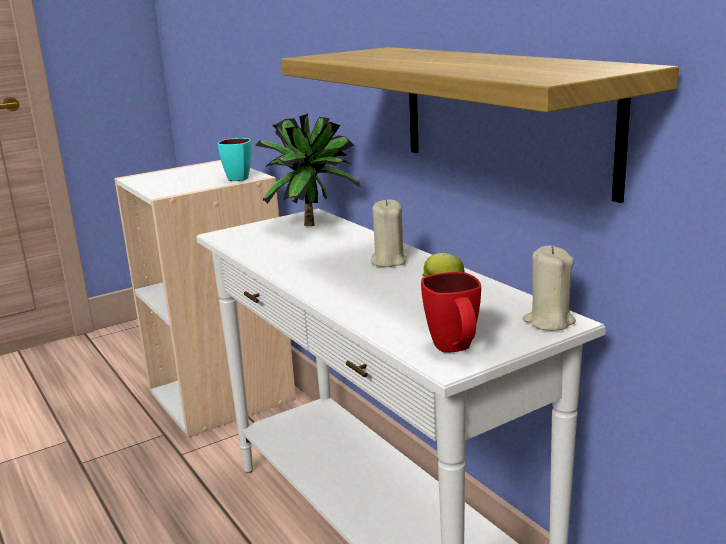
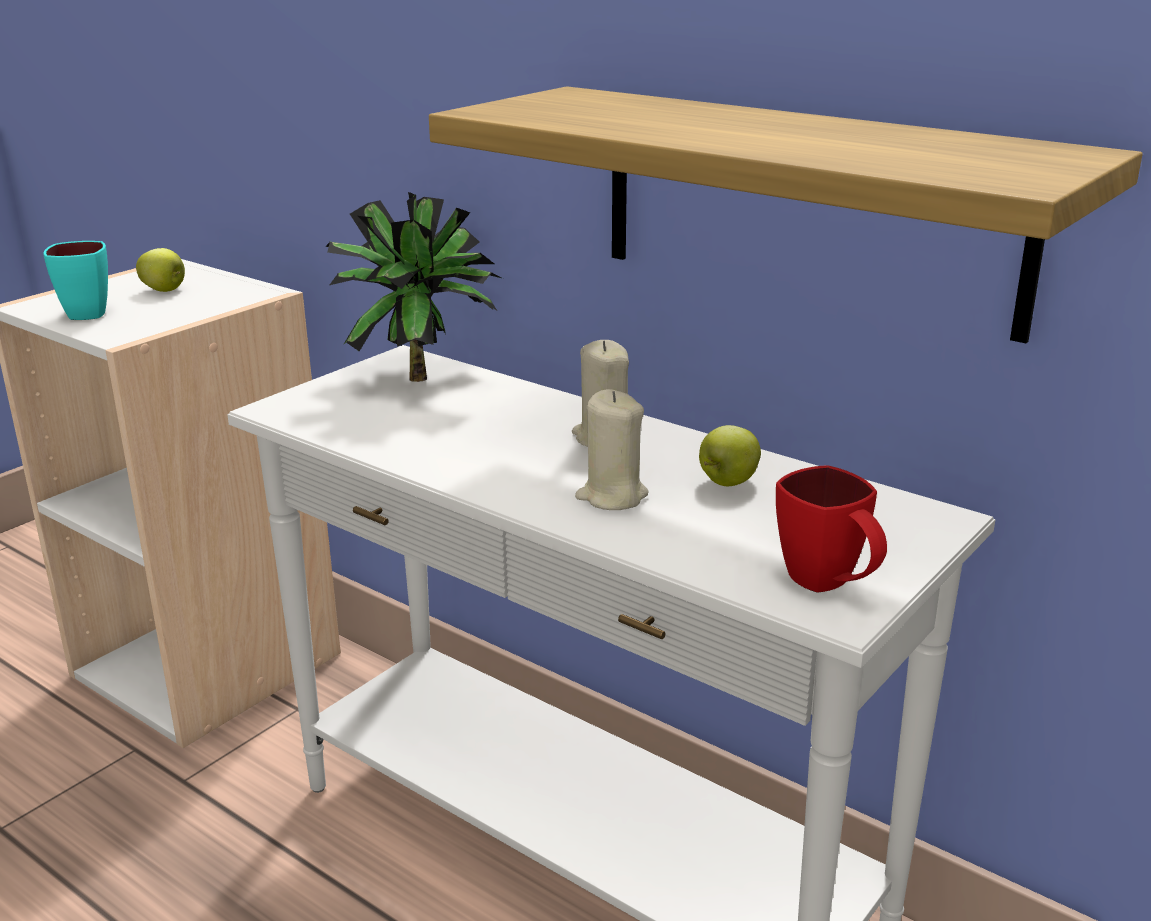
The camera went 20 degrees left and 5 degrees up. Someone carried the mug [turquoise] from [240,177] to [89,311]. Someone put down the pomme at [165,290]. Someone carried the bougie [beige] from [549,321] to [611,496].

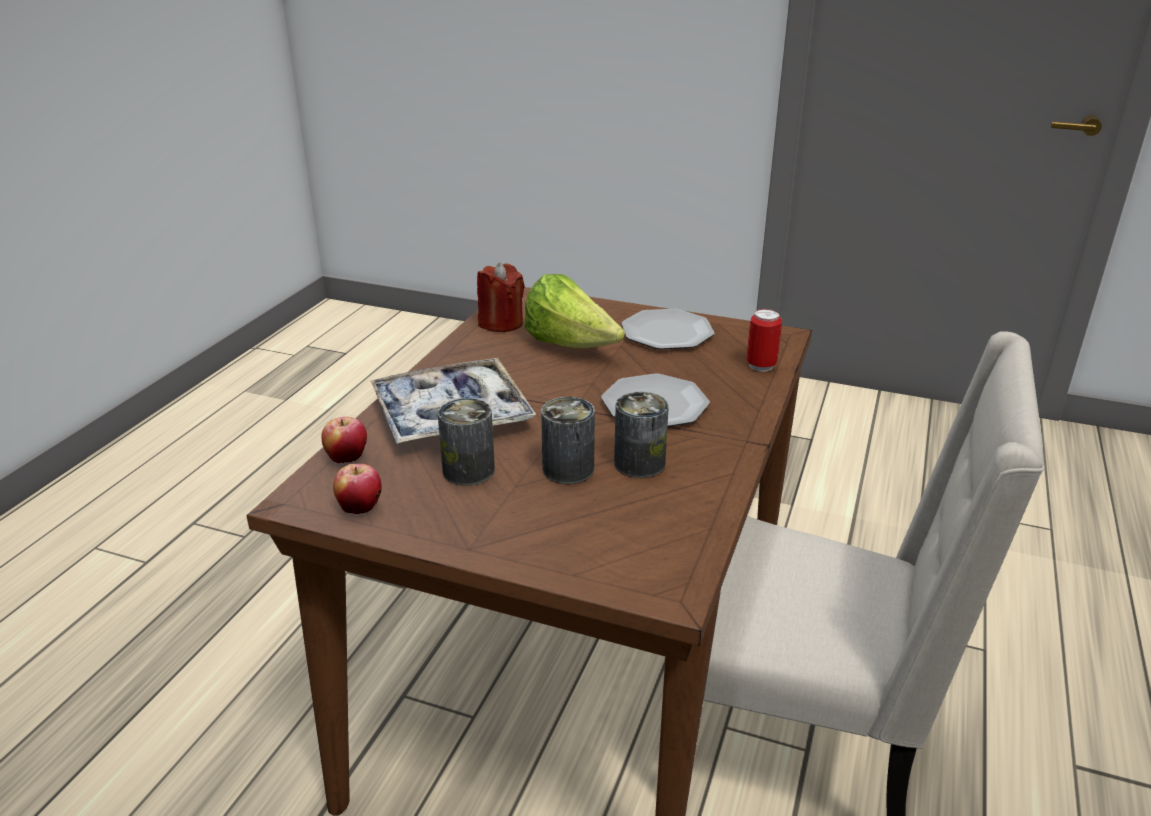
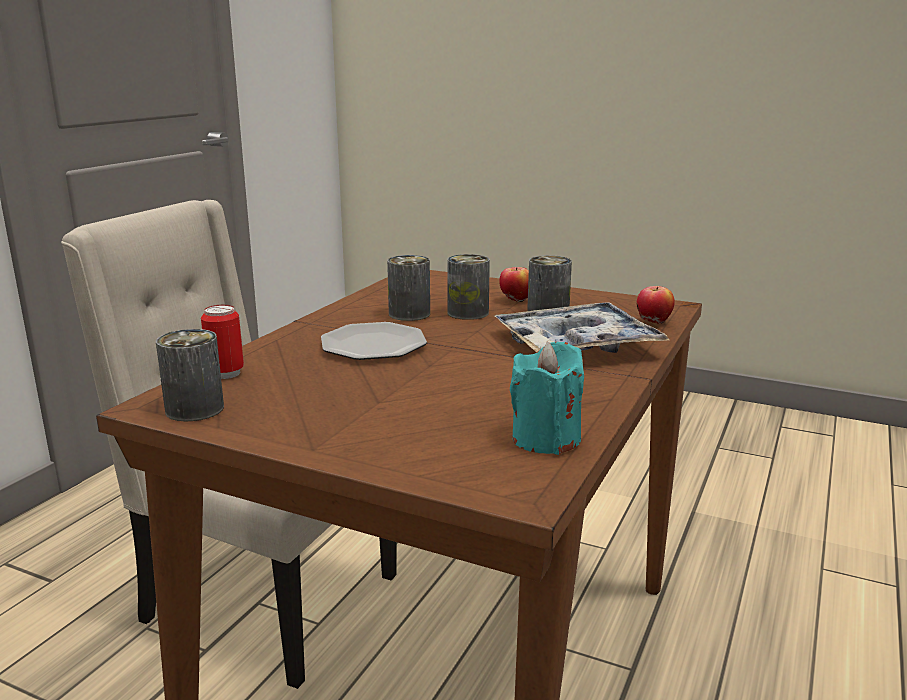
The camera went 175 degrees left and 10 degrees down. Someone put down the boîte métallique at [194,409]. Someone carried the pomme from [360,508] to [515,301]. Someone repainted the bougie [rouge] at [501,323], which became the bougie [turquoise] at [546,439]. Someone took away the laitue at [570,345]. Someone took away the assiette at [666,333].

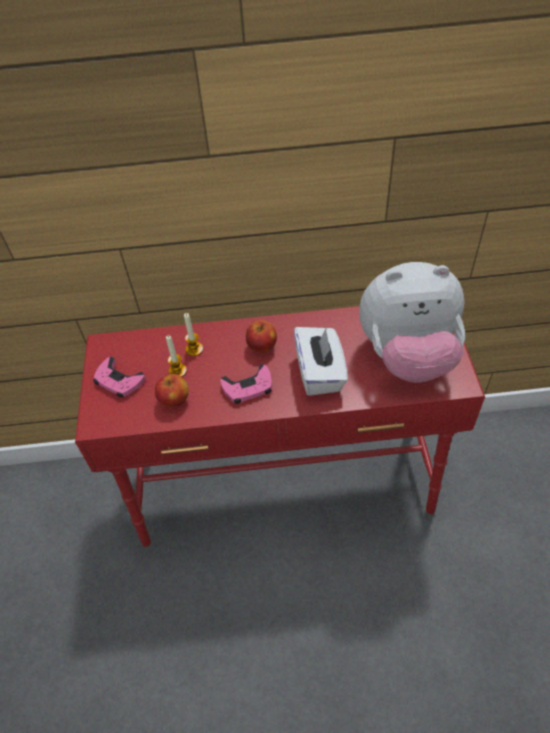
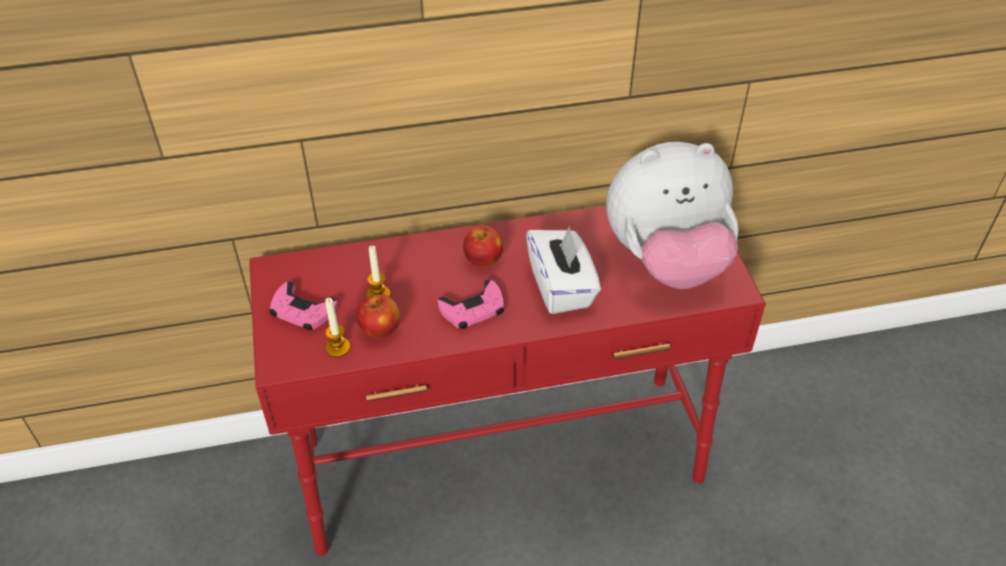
The camera went 10 degrees left and 5 degrees down. Someone carried the bougie from [194,349] to [338,347].

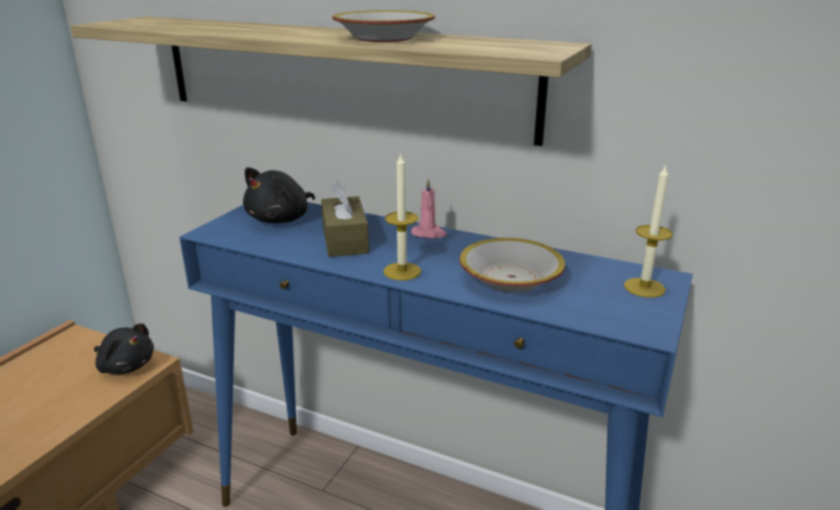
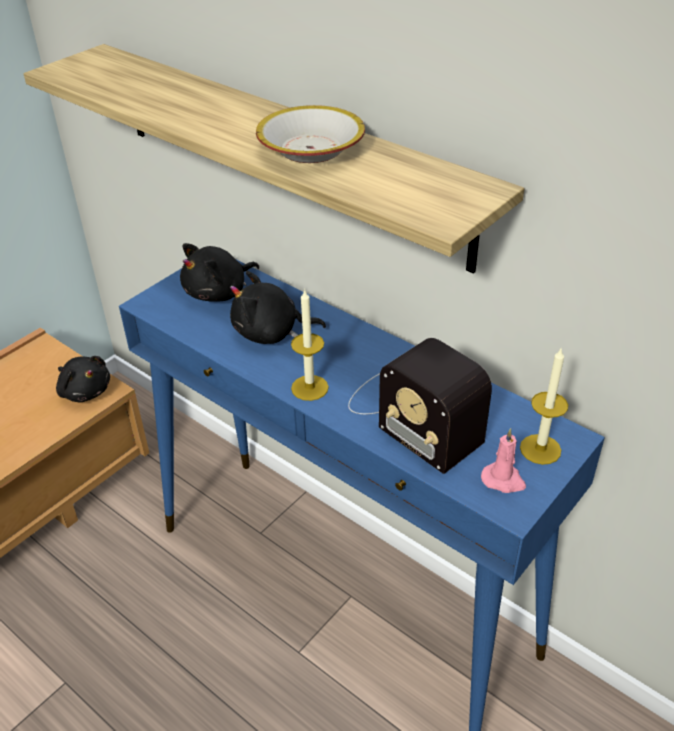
The camera went 15 degrees right and 15 degrees up. Someone swapped the boîte à mouchoirs [marron] at [345,240] for the peluche [noir] at [271,333]. Someone swapped the bol at [511,278] for the radio at [411,414]. Someone carried the bougie [rose] from [429,233] to [503,480].

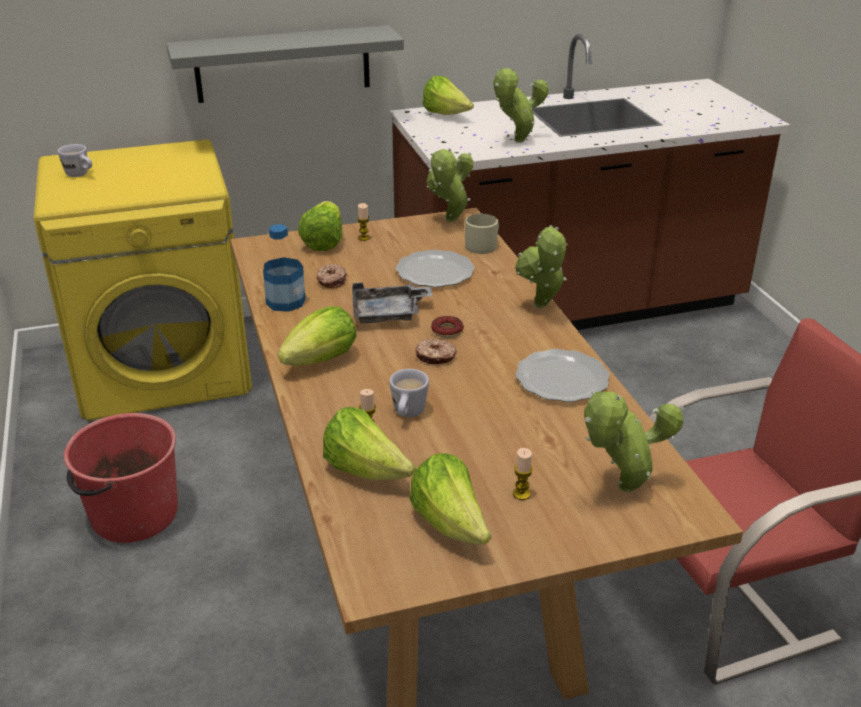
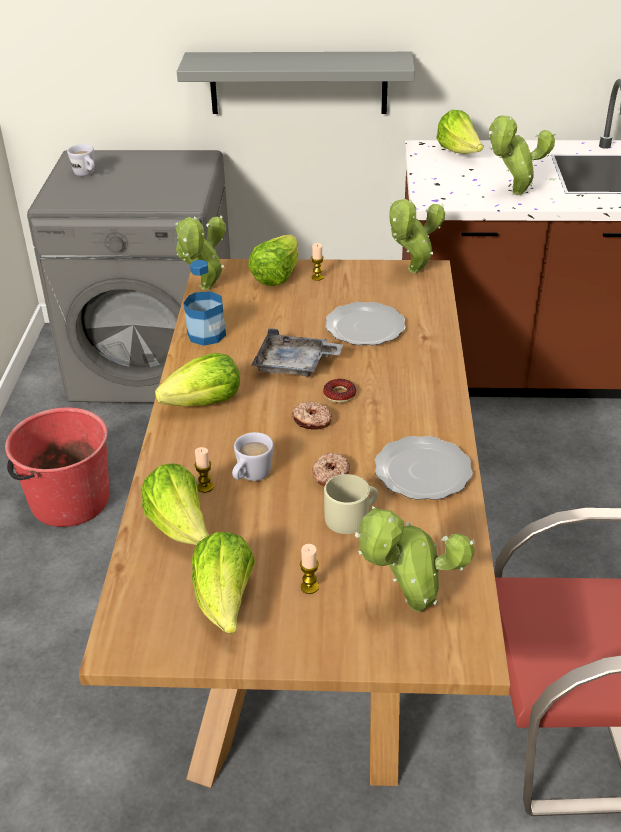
The camera went 20 degrees right and 5 degrees up. Someone repainted the lave-linge [jaune] at [165,369], which became the lave-linge [gris] at [154,365]. Someone carried the plante en pot from [541,307] to [204,289]. Someone carried the beignet from [331,281] to [330,475]. Someone carried the mug [beige] from [483,245] to [352,516].

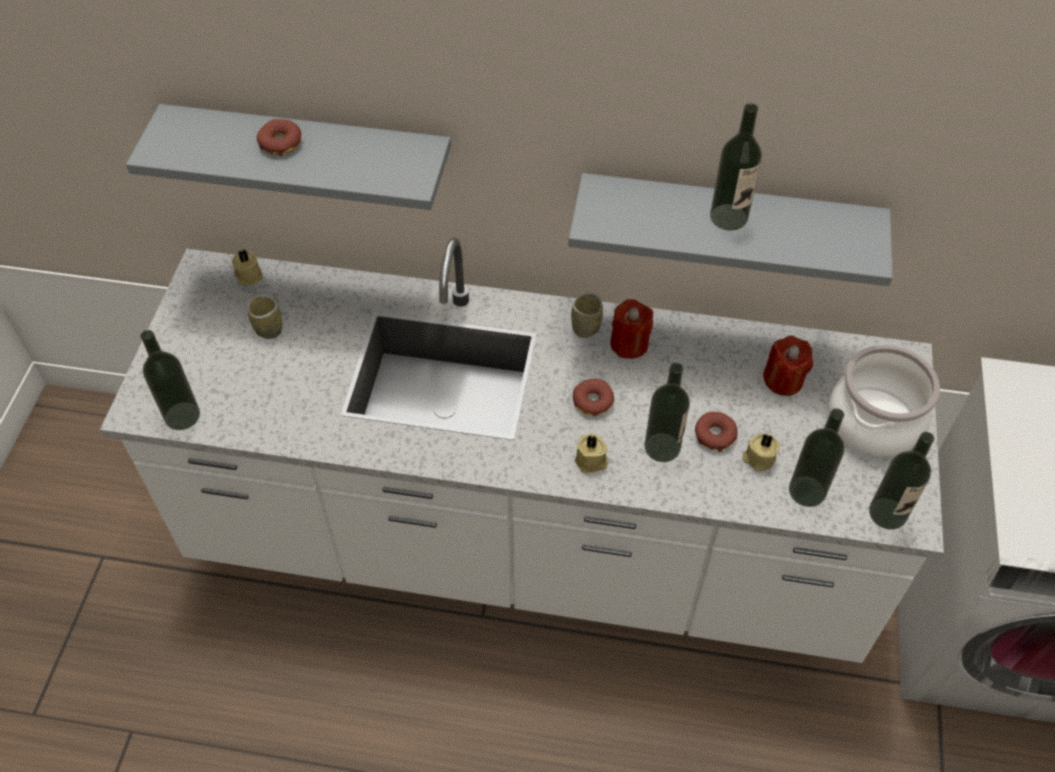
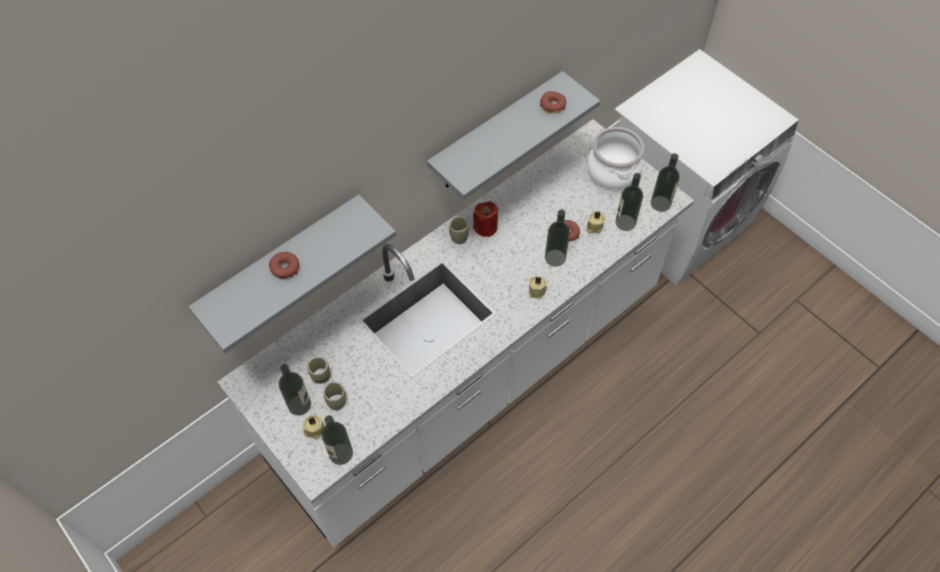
The camera went 50 degrees left and 5 degrees up. Someone carried the bouteille from [728,217] to [299,405]. Someone carried the bougie [beige] from [248,275] to [314,430]. Someone put down the tasse at [337,401]. Someone carried the beignet from [593,401] to [552,105]. Someone took away the bougie [rouge] at [783,380].

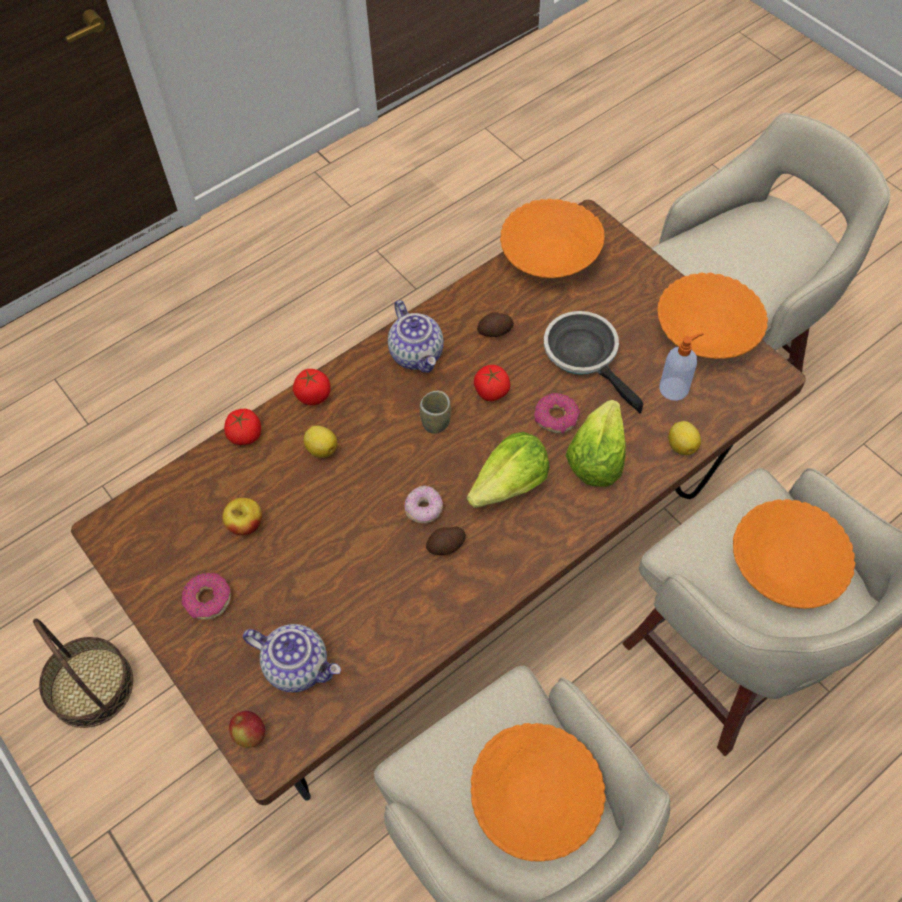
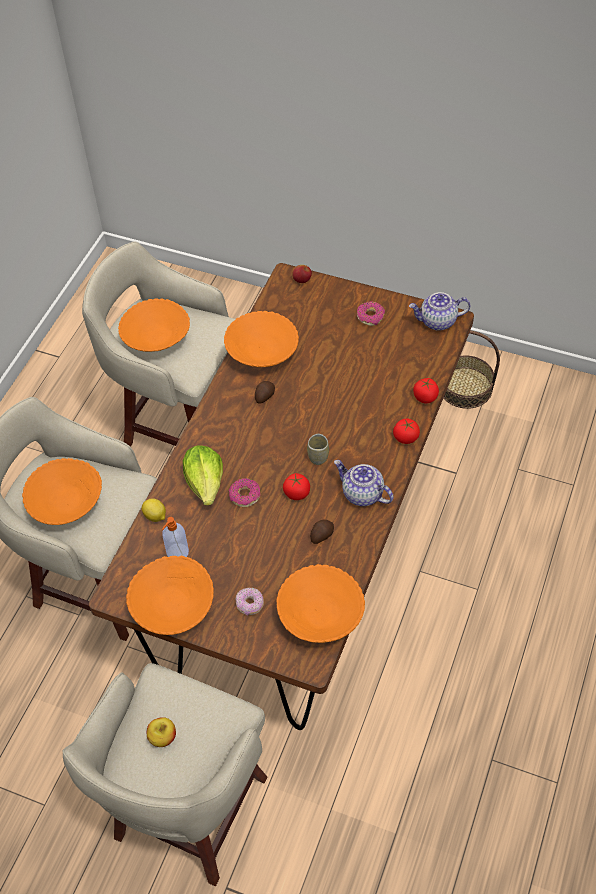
The camera went 150 degrees right and 5 degrees down. Someone carried the pomme from [245,524] to [162,737]. Someone put down the bol [orange] at [262,352]. Someone carried the beignet from [424,509] to [250,604]. Someone carried the théière from [298,666] to [437,321]. Someone took away the citron at [321,448]. Someone took away the laitue at [510,485]. Someone took away the poêle at [585,355].

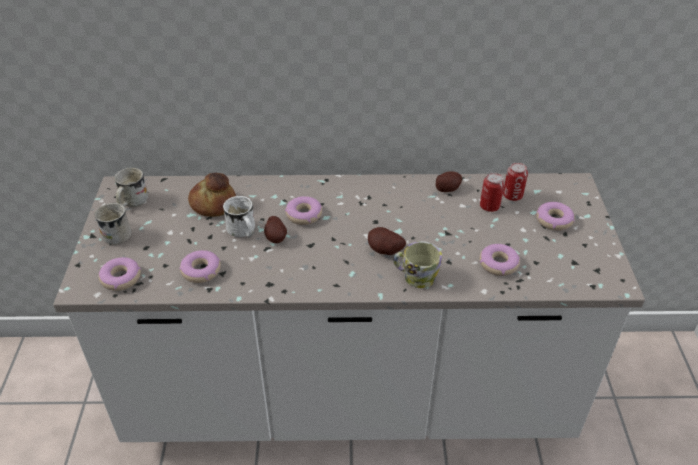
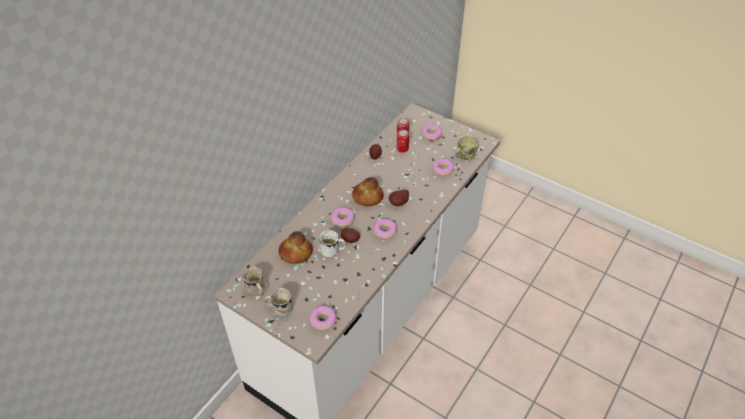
The camera went 55 degrees left and 5 degrees up. Someone put down the pain at [367,197]. Someone carried the beignet from [201,271] to [385,231]. Someone carried the mug from [415,276] to [464,156].

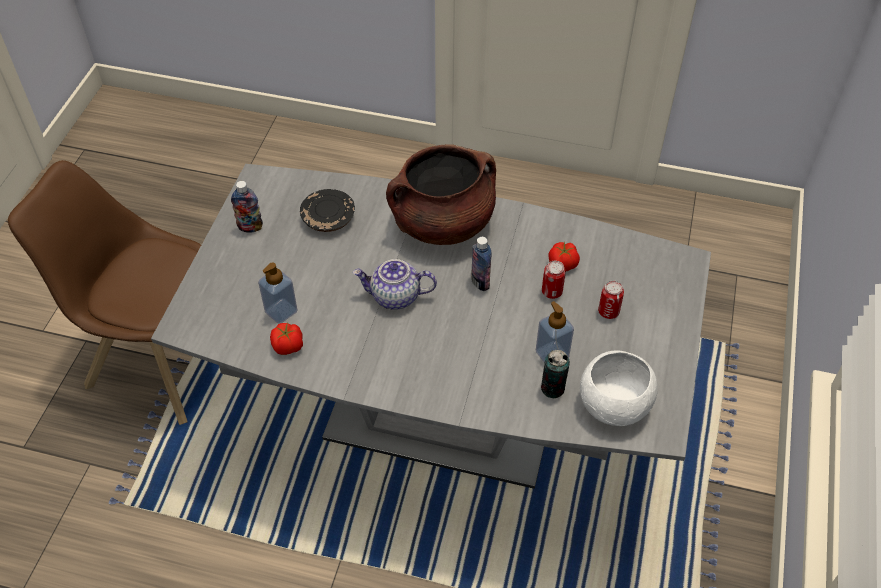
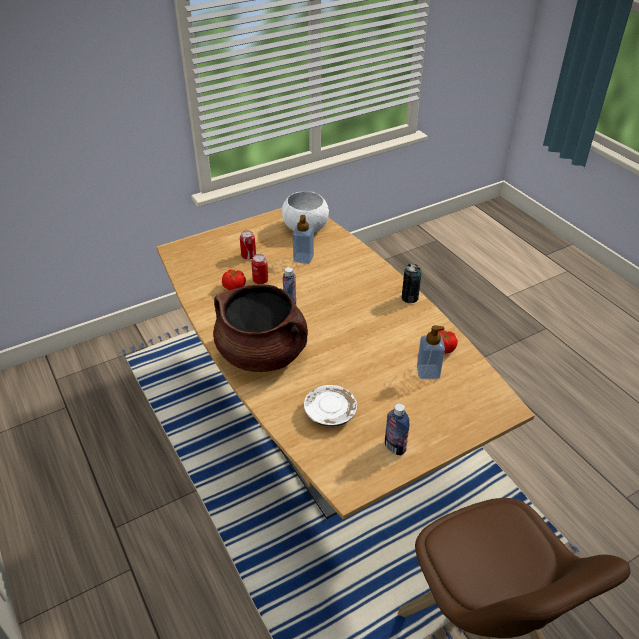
The camera went 135 degrees left and 10 degrees down. Someone repainted the table à manger [gris] at [440,419], which became the table à manger [marron] at [319,437]. Someone repainted the assiette [noir] at [328,218], which became the assiette [blanc] at [330,412]. Someone carried the boîte métallique from [552,388] to [409,298]. Someone took away the théière at [395,297].

